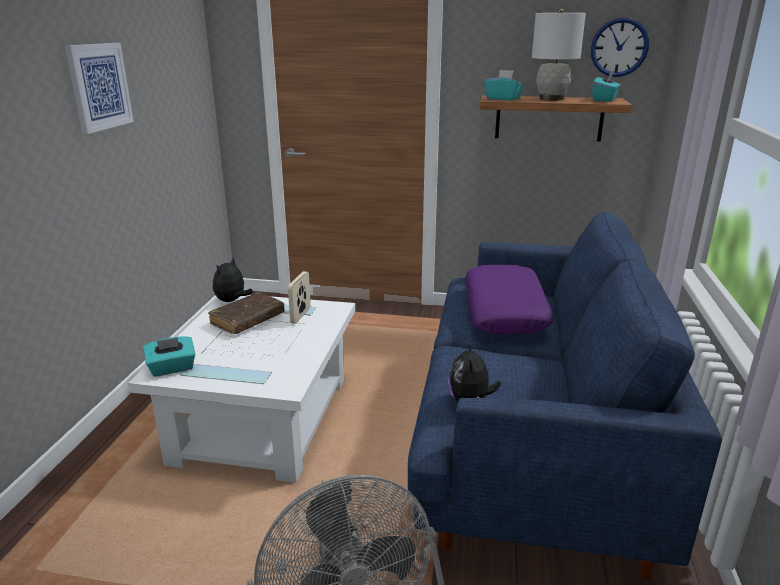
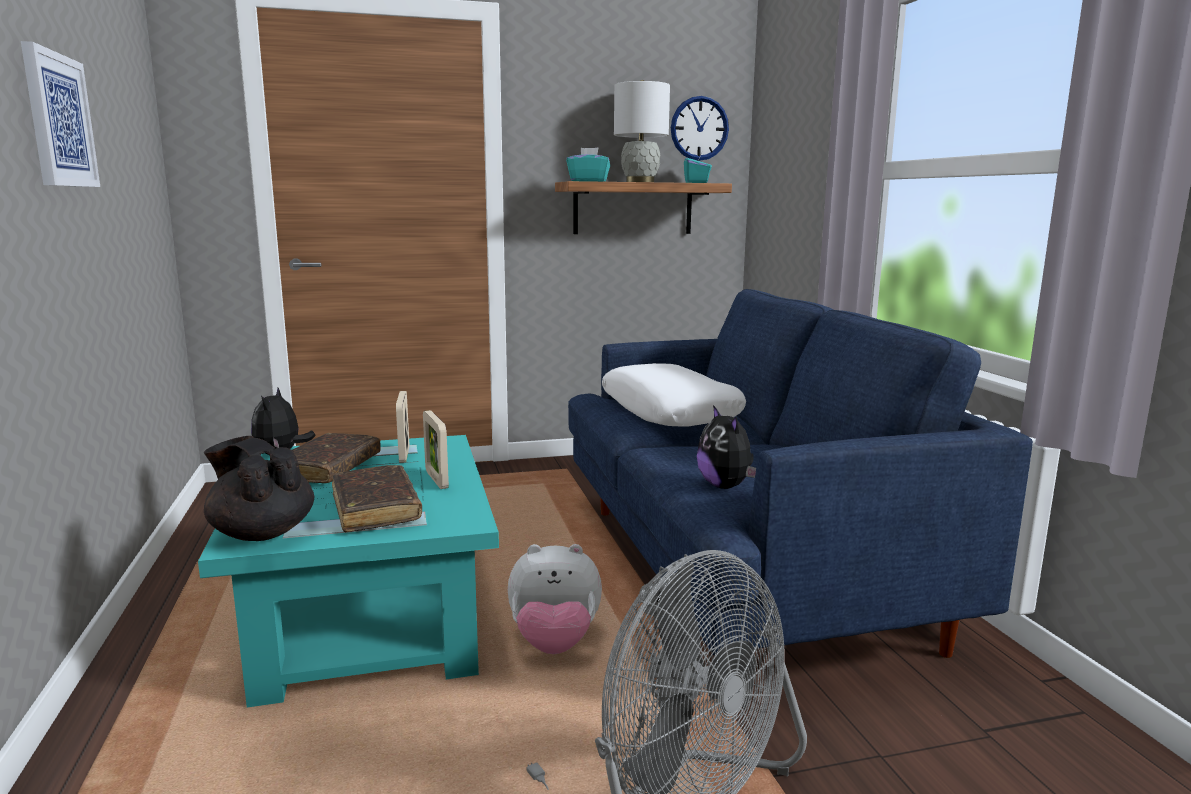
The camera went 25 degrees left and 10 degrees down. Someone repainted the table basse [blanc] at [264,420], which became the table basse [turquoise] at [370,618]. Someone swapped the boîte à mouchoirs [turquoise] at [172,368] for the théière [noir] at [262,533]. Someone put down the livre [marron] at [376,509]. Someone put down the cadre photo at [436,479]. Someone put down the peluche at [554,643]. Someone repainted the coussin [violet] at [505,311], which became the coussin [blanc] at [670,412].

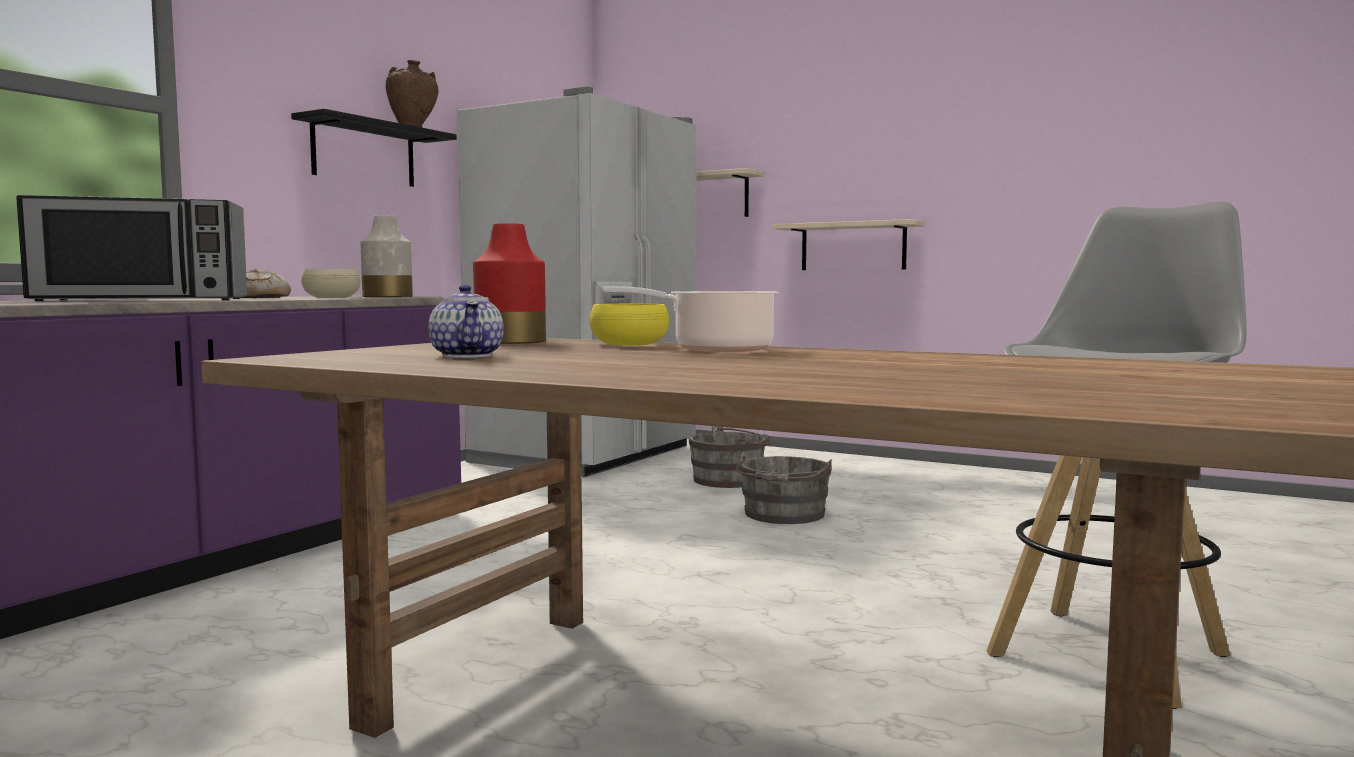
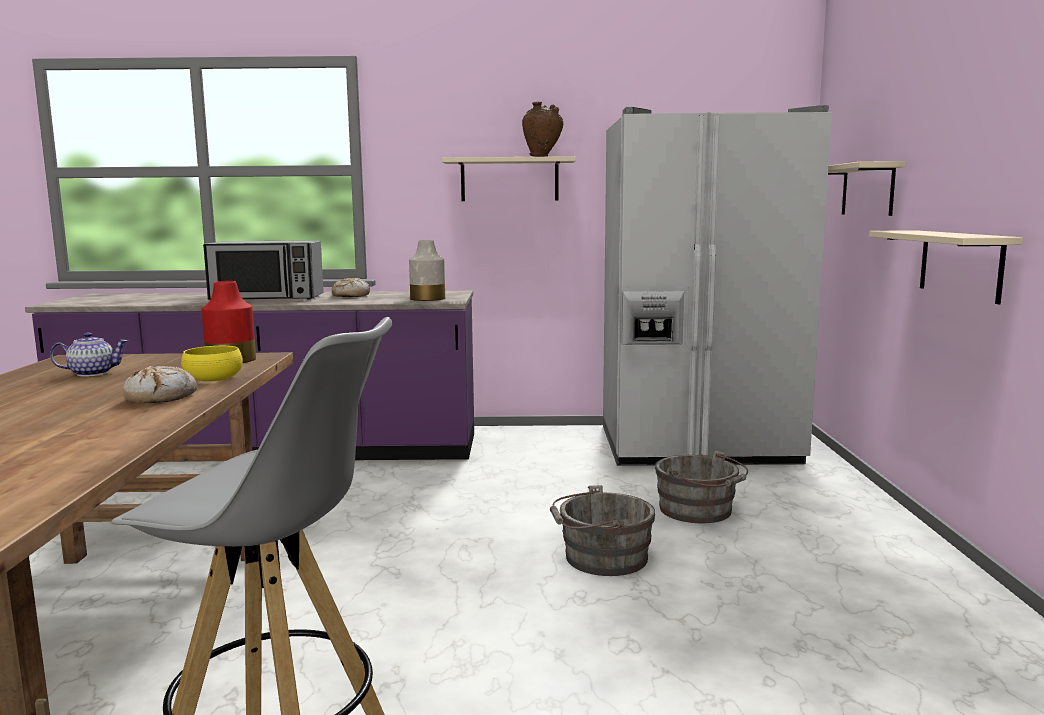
The camera went 60 degrees right and 5 degrees up. Someone rotated the théière at [467,355] by 150 degrees counterclockwise. Someone swapped the marmite at [716,349] for the pain at [161,397]. Someone rotated the micro-ondes at [143,300] by 45 degrees counterclockwise. Someone repainted the étagère [noir] at [364,153], which became the étagère [beige] at [509,180]. Someone took away the bol [beige] at [331,297].

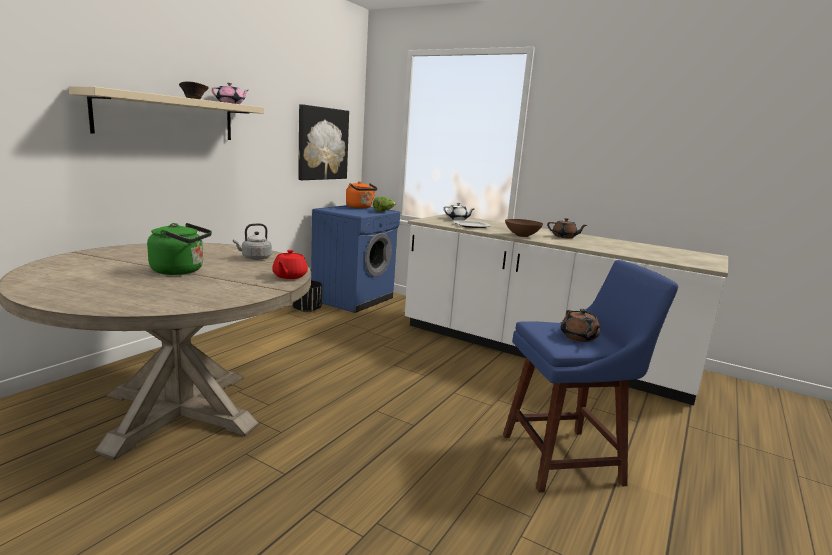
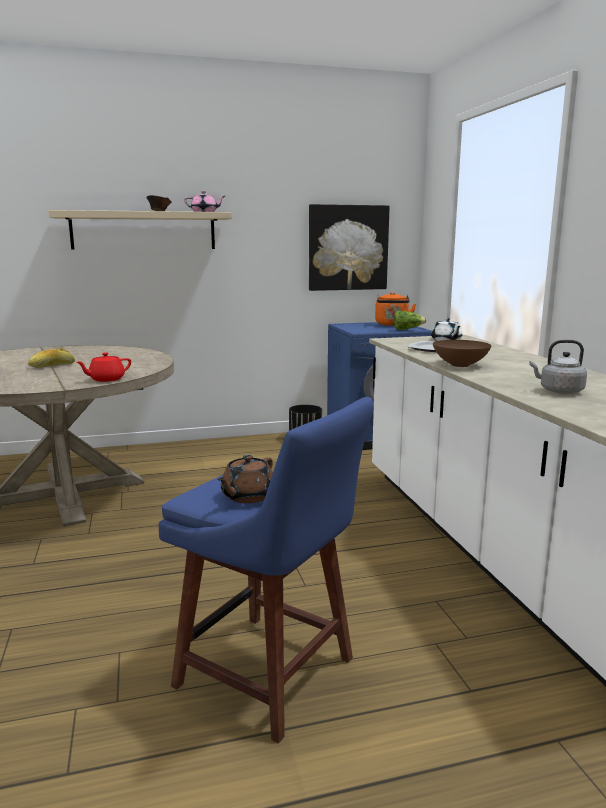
The camera went 45 degrees right and 0 degrees up. Someone swapped the bouilloire [vert] at [181,271] for the pain at [52,366]. Someone carried the bouilloire [gris] from [255,258] to [559,391]. Someone took away the théière [marron] at [564,237].

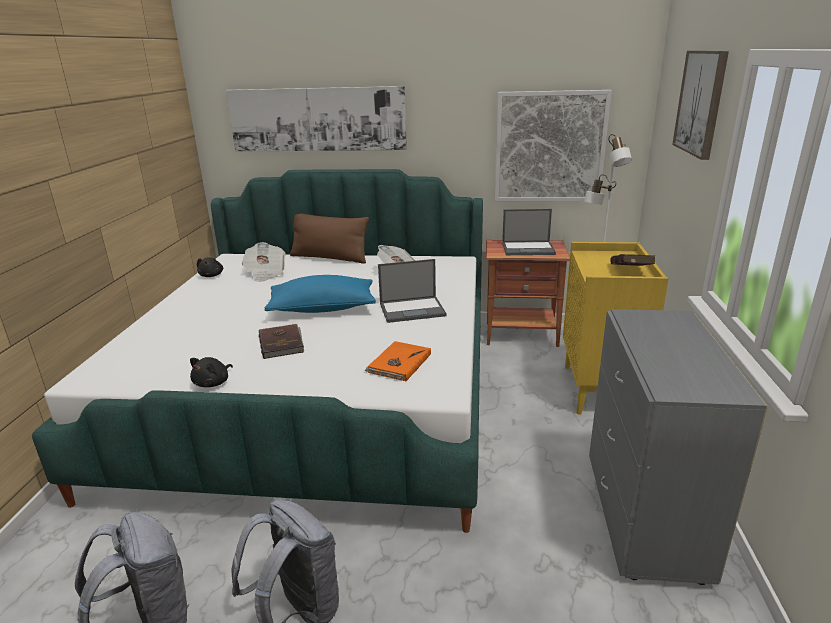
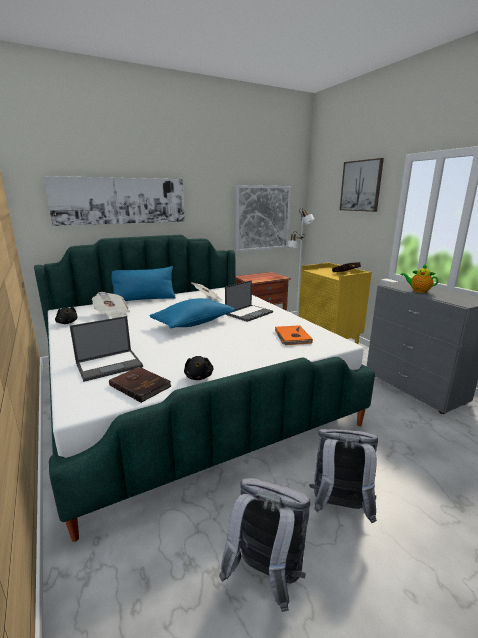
The camera went 35 degrees left and 5 degrees down. Someone carried the ordinateur portable from [528,248] to [110,365]. Someone carried the livre [marron] from [282,343] to [140,385]. Someone repainted the coussin [marron] at [329,258], which became the coussin [bleu] at [144,299]. Someone put down the théière at [418,291].

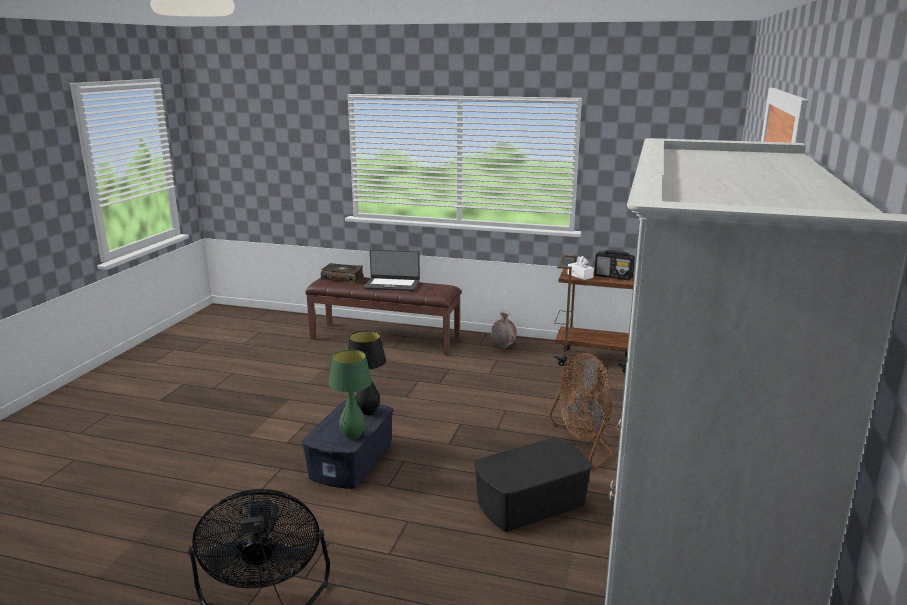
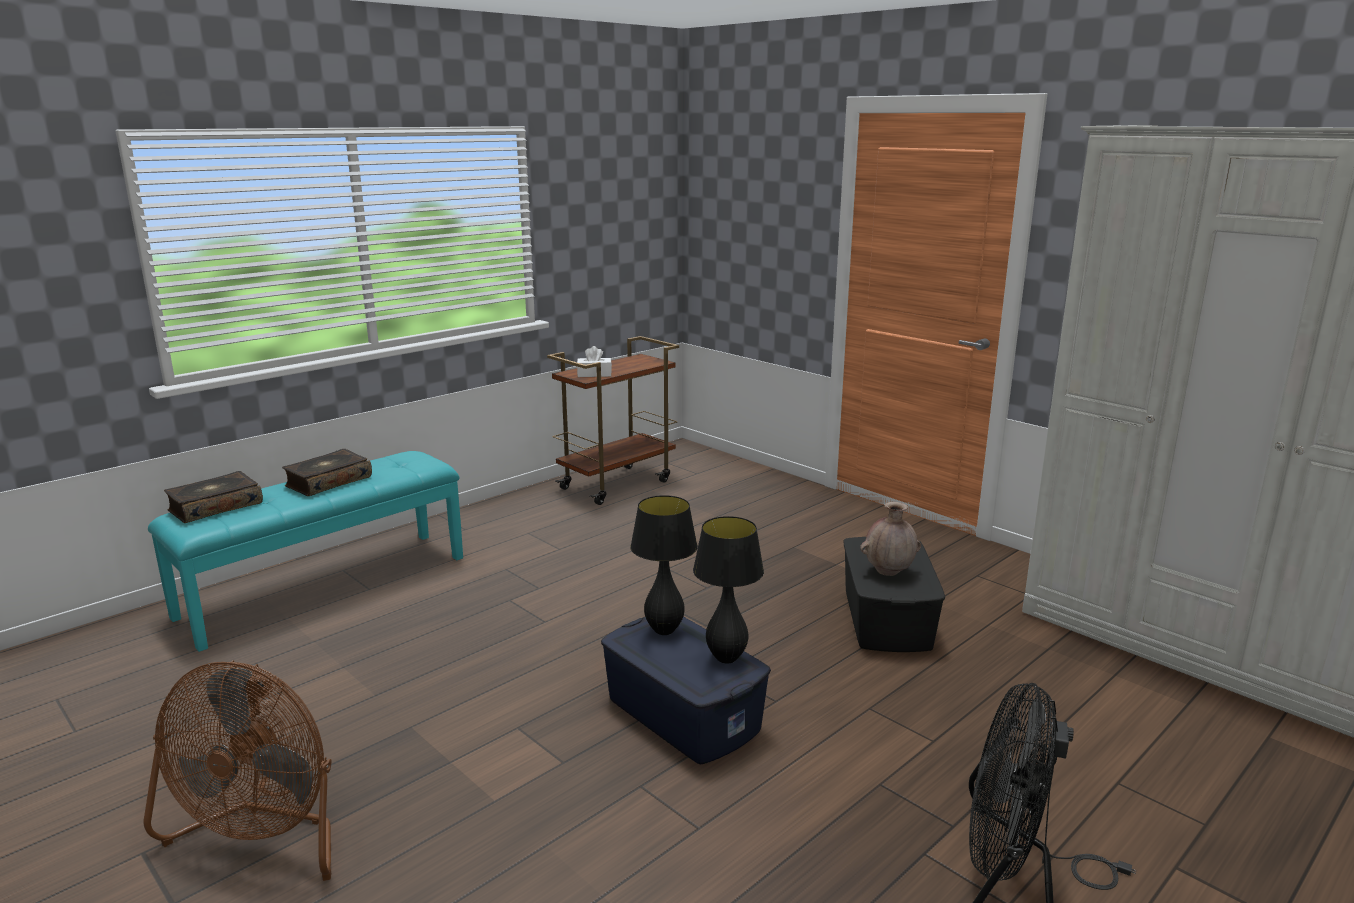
The camera went 60 degrees left and 0 degrees up. Someone carried the ventilateur [marron] from [588,442] to [263,832]. Someone repainted the banc [marron] at [385,338], which became the banc [turquoise] at [325,586]. Someone swapped the ordinateur portable at [392,284] for the livre at [328,482]. Someone repainted the lampe de table [vert] at [353,436], which became the lampe de table [noir] at [726,658]. Someone carried the vase [marron] from [503,346] to [889,572]. Someone took away the radio at [613,277].

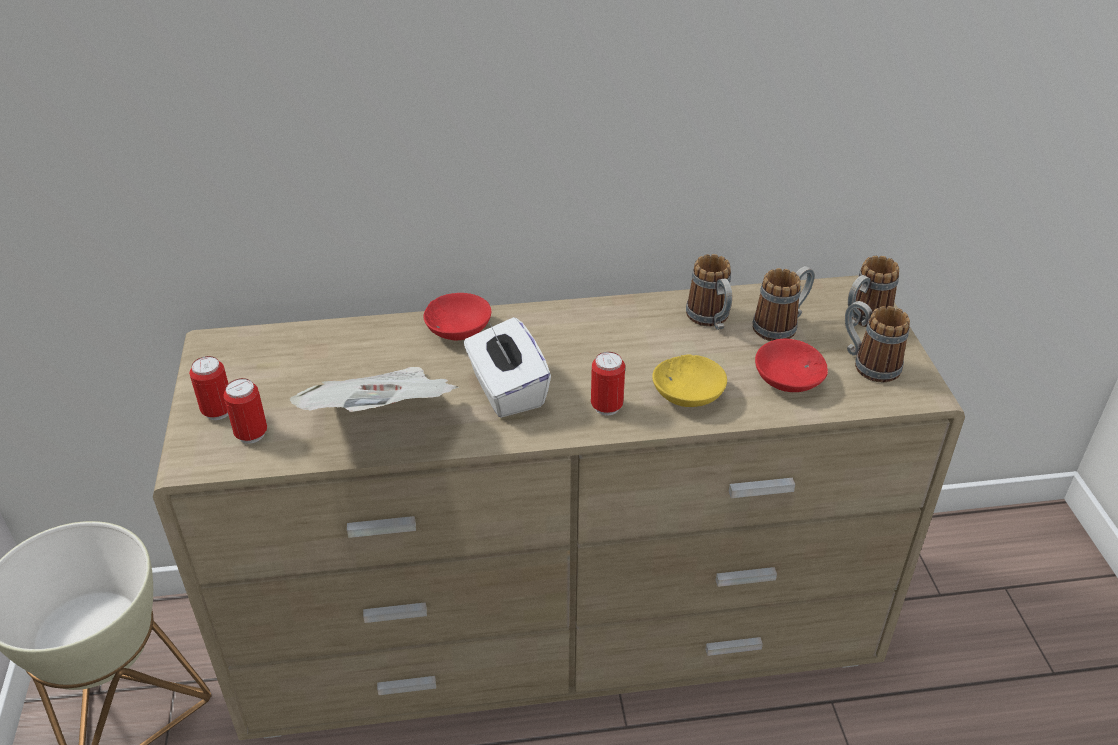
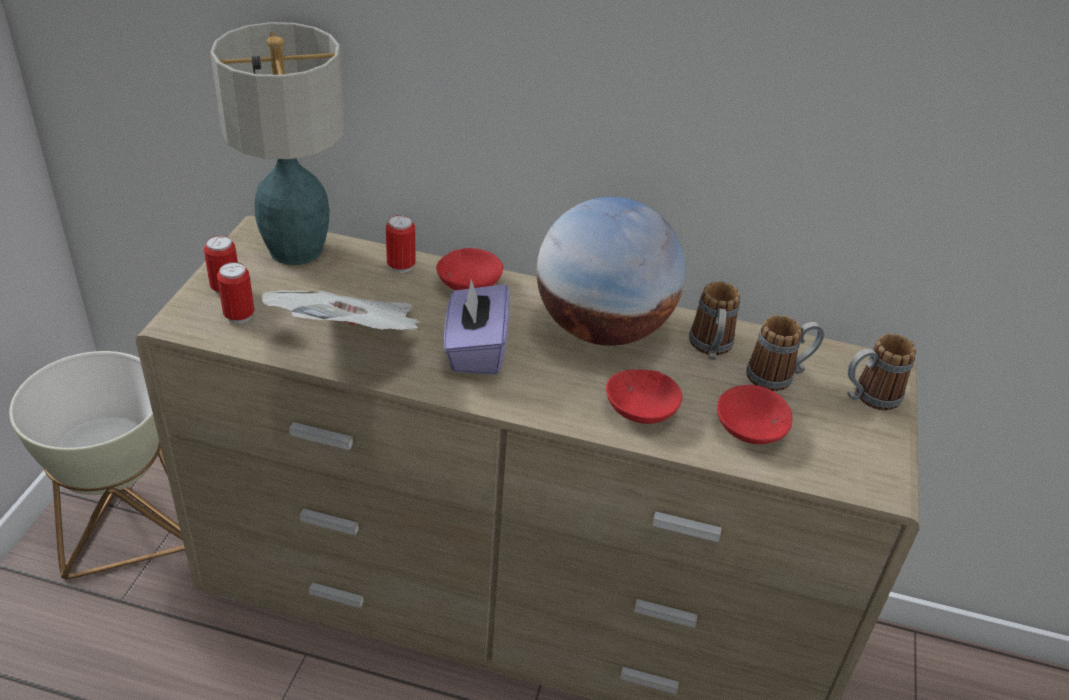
The camera went 20 degrees right and 0 degrees up. Someone put down the lampe de table at [295,250]. Someone carried the boîte métallique from [606,407] to [401,266]. Someone repainted the boîte à mouchoirs [blanc] at [506,390], which became the boîte à mouchoirs [violet] at [476,350]. Someone put down the globe at [602,329]. Someone repainted the bol [jaune] at [688,396], which became the bol [rouge] at [640,411]. Someone took away the mug at [868,364].

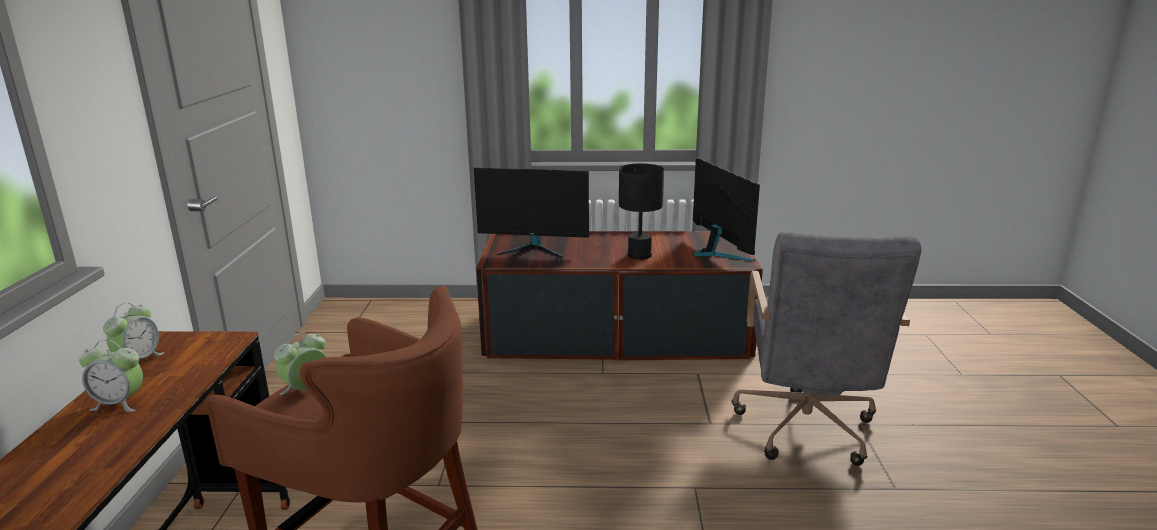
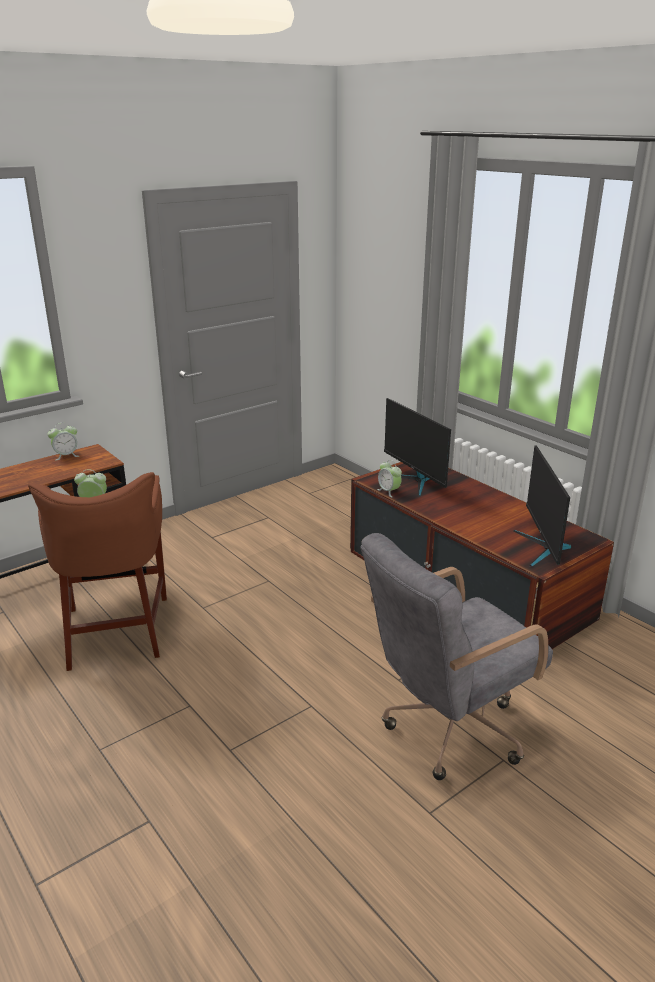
The camera went 50 degrees right and 5 degrees up. Someone carried the réveil from [119,403] to [389,491]. Someone rotated the écran d'ordinateur at [717,252] by 150 degrees clockwise. Someone took away the lampe de table [noir] at [639,255].

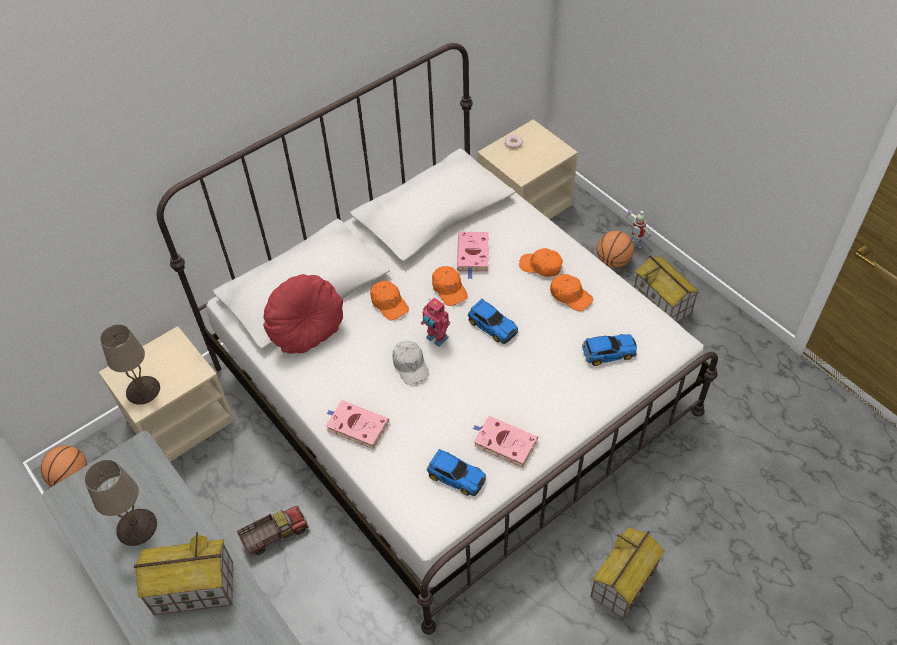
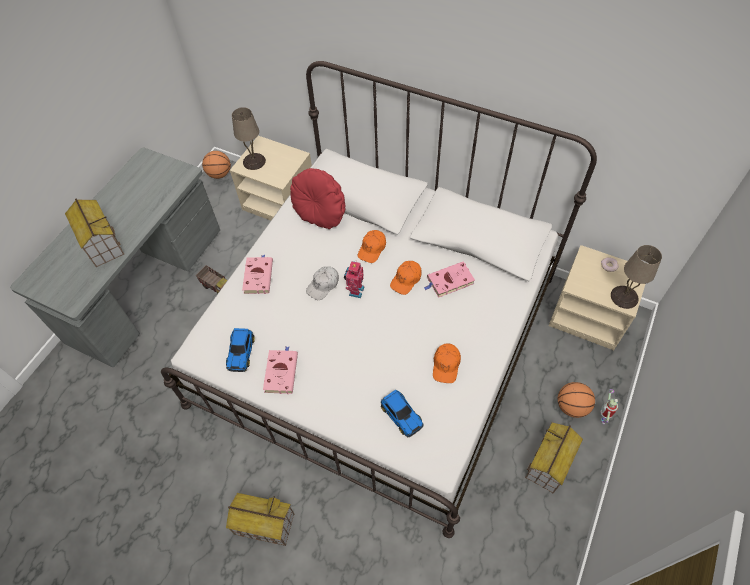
The camera went 65 degrees right and 5 degrees up. Someone carried the lampe de table [beige] from [137,526] to [625,297]. Someone took away the petite voiture at [492,325]. Someone took away the casquette [orange] at [541,266].

